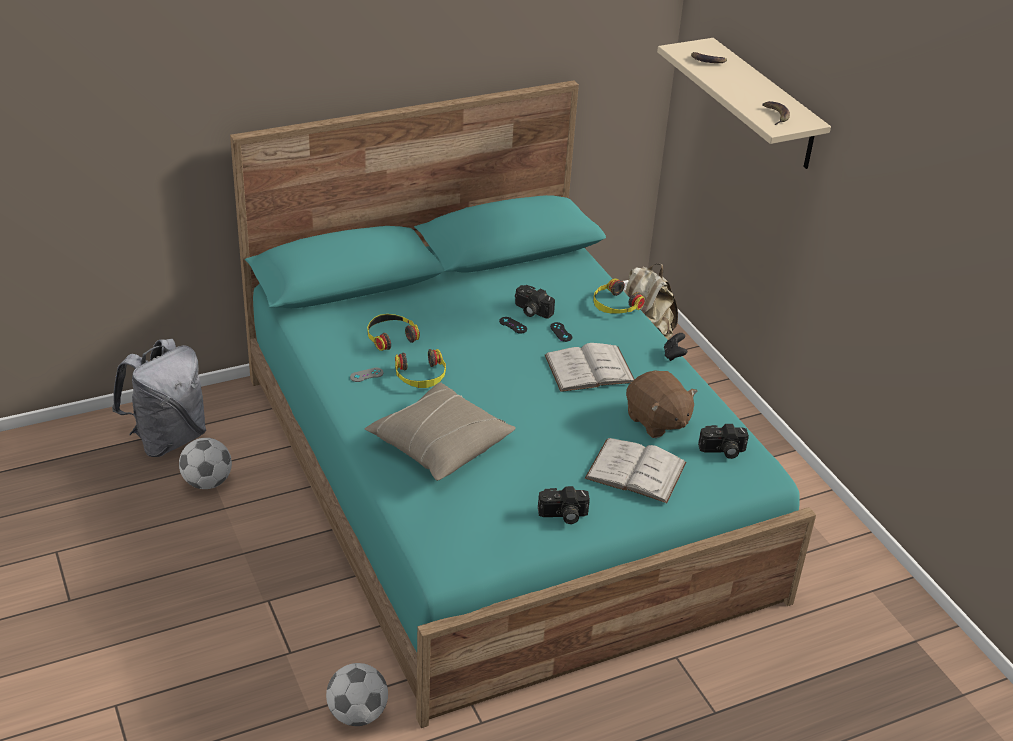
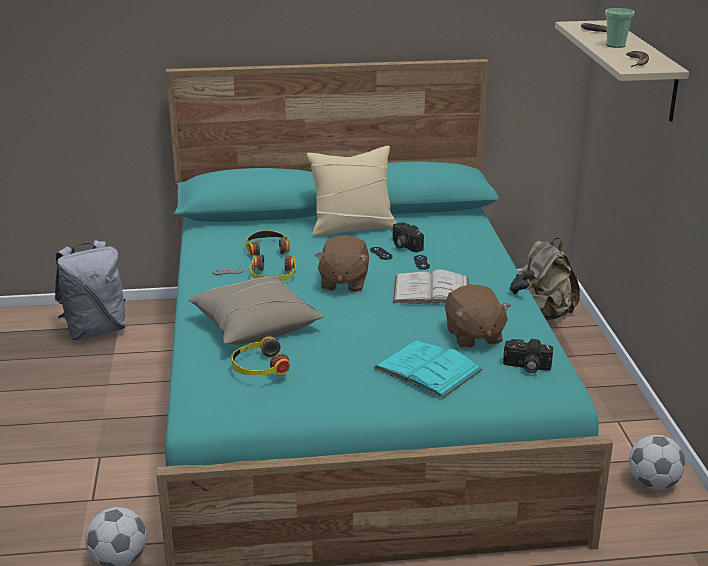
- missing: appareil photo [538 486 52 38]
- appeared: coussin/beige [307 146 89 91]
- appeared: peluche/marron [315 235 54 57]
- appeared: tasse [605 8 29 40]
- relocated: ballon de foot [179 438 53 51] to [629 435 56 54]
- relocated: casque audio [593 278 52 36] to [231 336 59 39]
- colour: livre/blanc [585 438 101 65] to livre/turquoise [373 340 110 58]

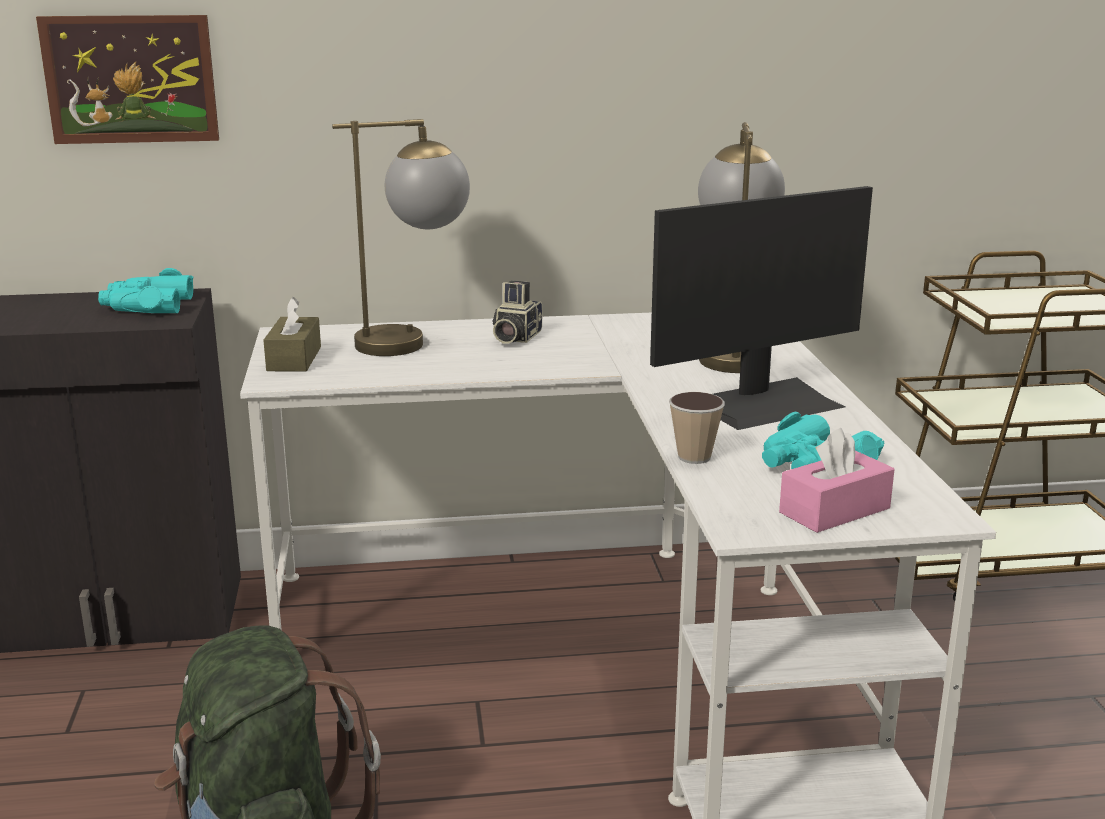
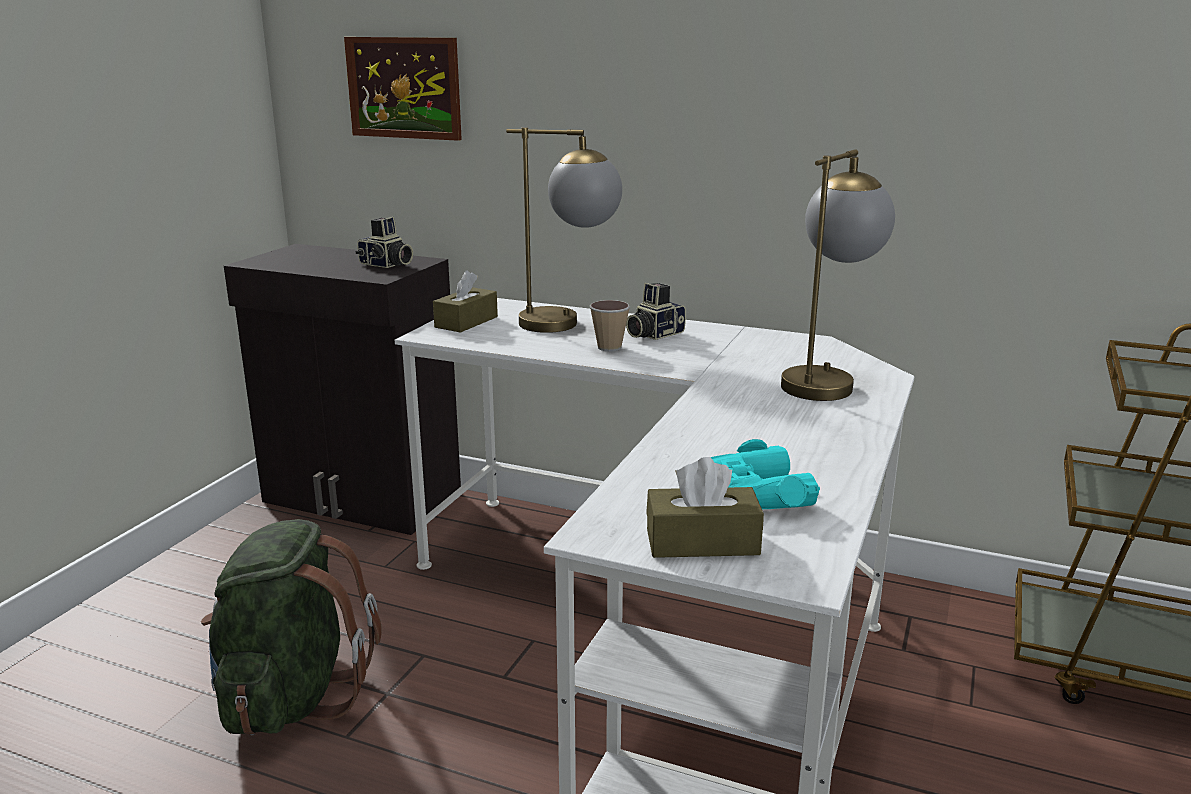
- missing: écran d'ordinateur [650 186 223 244]
- relocated: tasse [669 392 56 72] to [590 300 40 52]
- exchanged: jumelles/turquoise [98 268 96 45] to appareil photo [356 217 57 51]
- colour: boîte à mouchoirs/rose [779 428 115 105] to boîte à mouchoirs/marron [646 457 118 101]

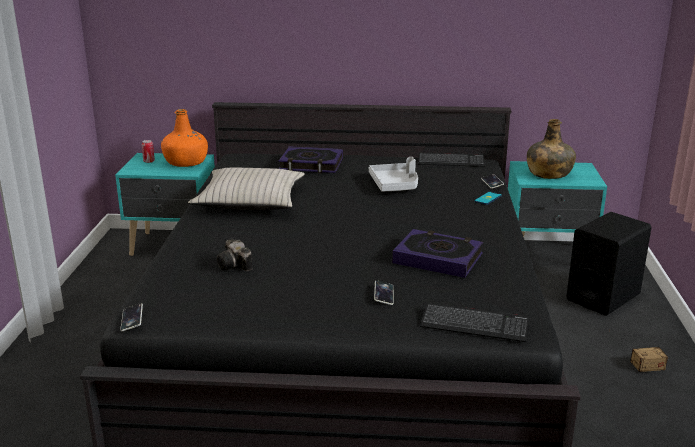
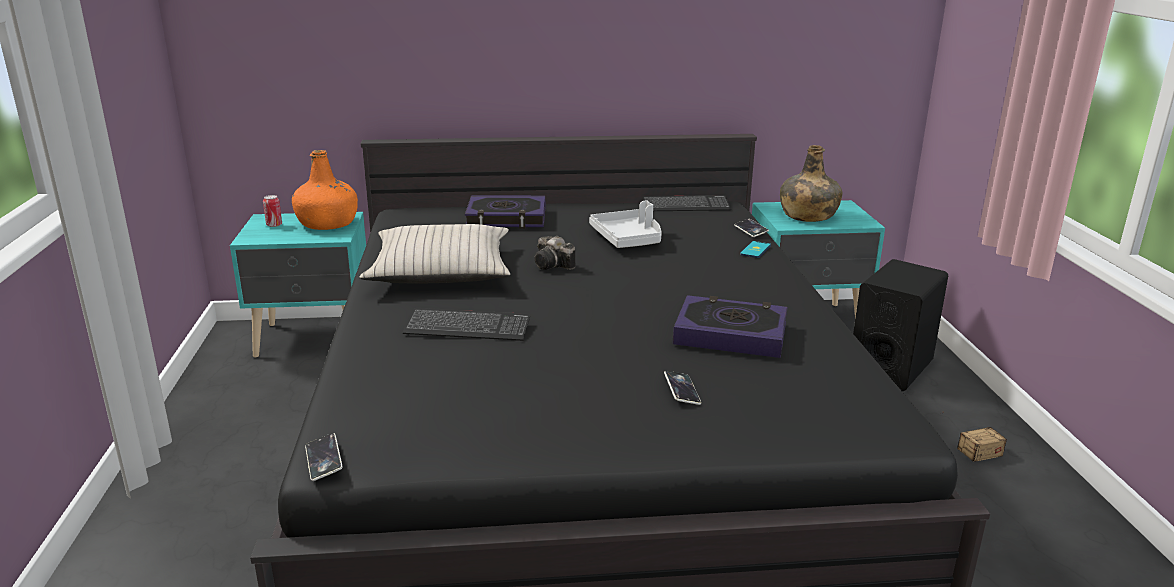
- relocated: appareil photo [217 239 36 32] to [535 236 40 34]
- relocated: clavier [420 303 109 39] to [403 308 127 33]

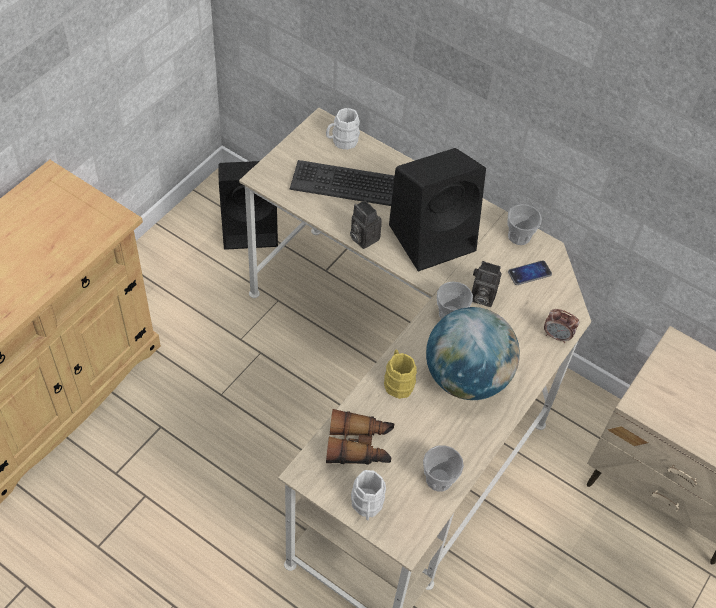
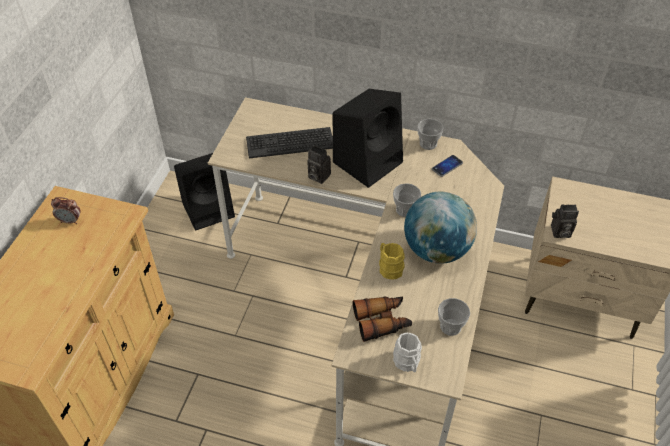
- missing: mug/blanc [326 108 34 42]
- relocated: appareil photo [472 261 30 46] to [551 205 28 33]
- relocated: réveil [544 309 35 34] to [51 197 30 27]

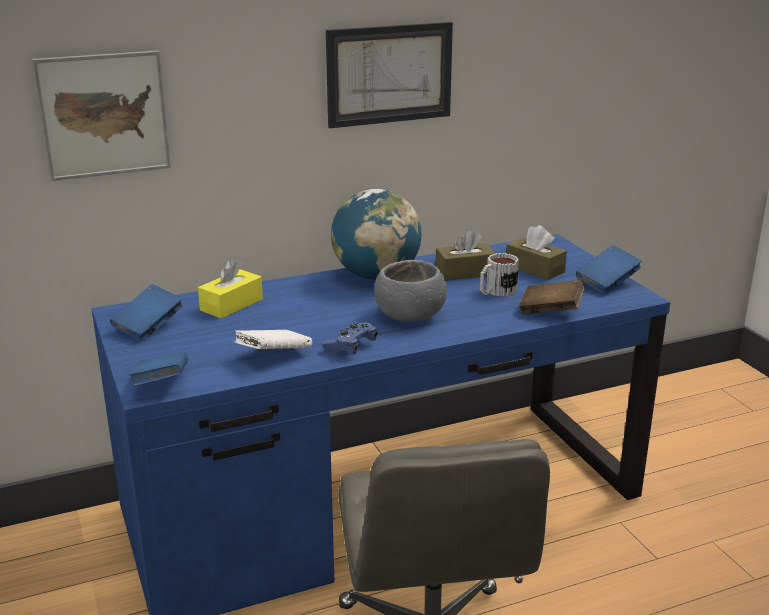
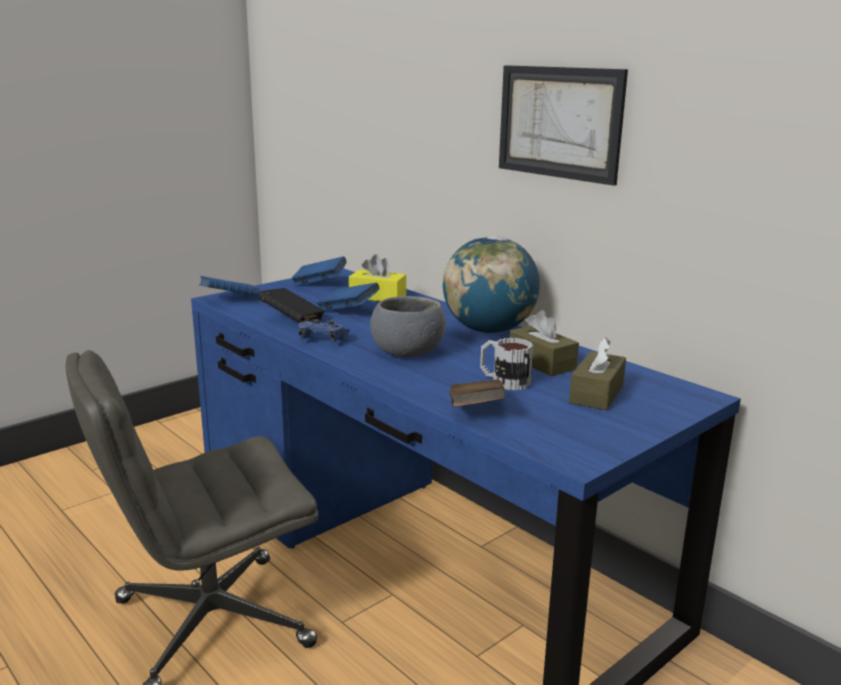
- missing: tableau [32 50 139 131]
- relocated: livre/bleu [576 245 66 49] to [316 283 64 28]
- colour: livre/blanc [234 330 78 19] to livre/noir [258 288 67 35]

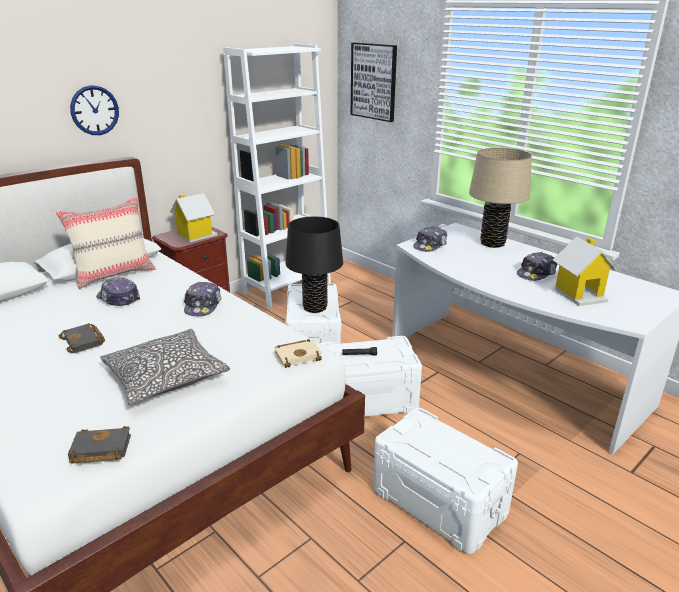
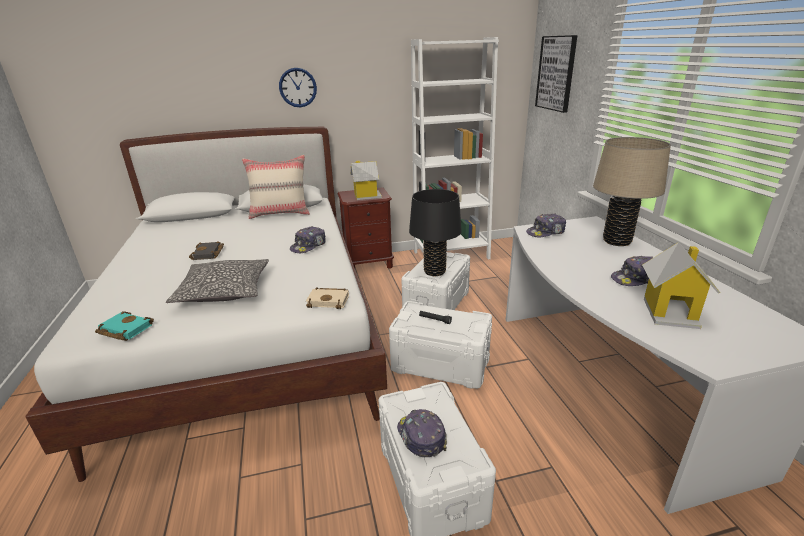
- relocated: casquette [96 277 44 29] to [397 409 50 48]
- colour: livre/noir [68 426 63 37] to livre/turquoise [95 311 59 30]

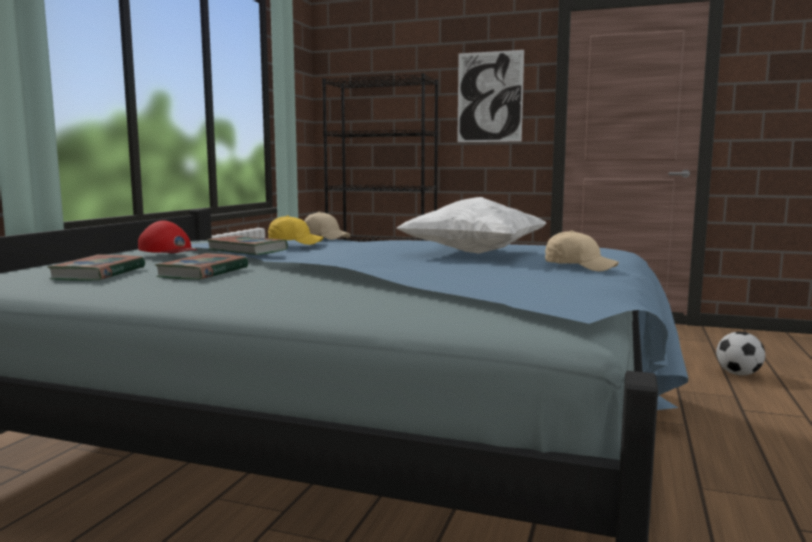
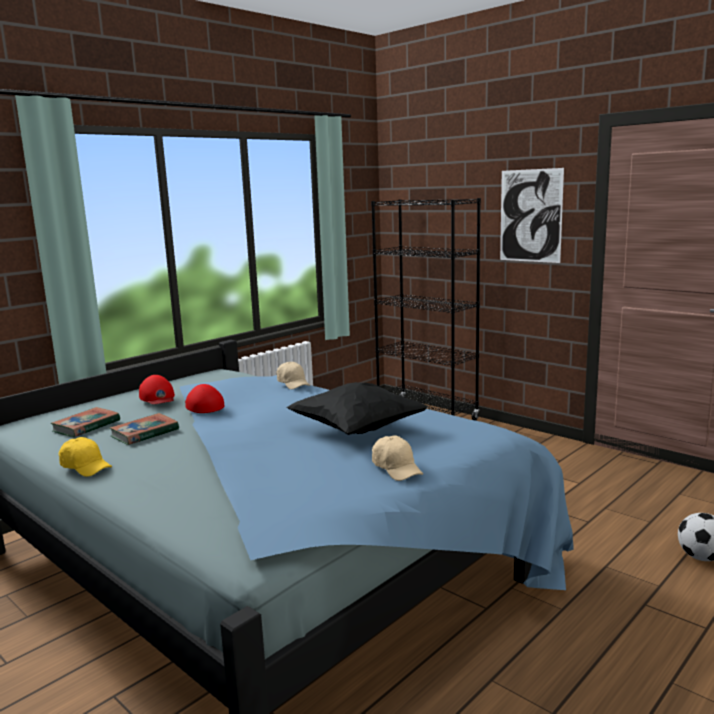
- relocated: casquette/jaune [268 216 56 29] to [59 437 53 40]
- exchanged: livre [207 236 81 19] to casquette/rouge [185 384 39 29]
- colour: coussin/blanc [397 197 149 57] to coussin/noir [286 382 142 53]

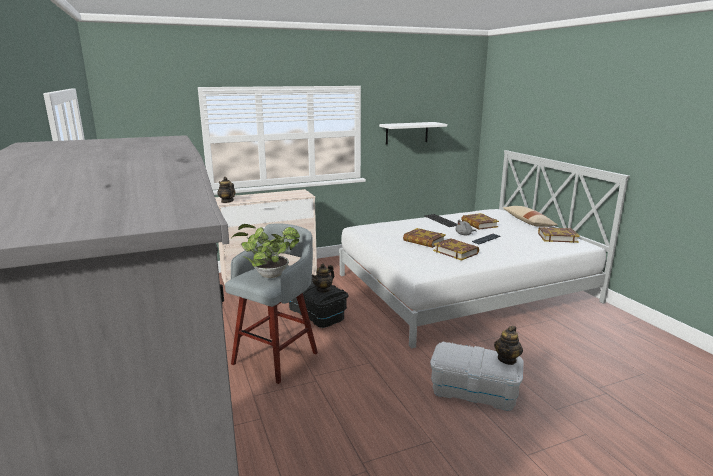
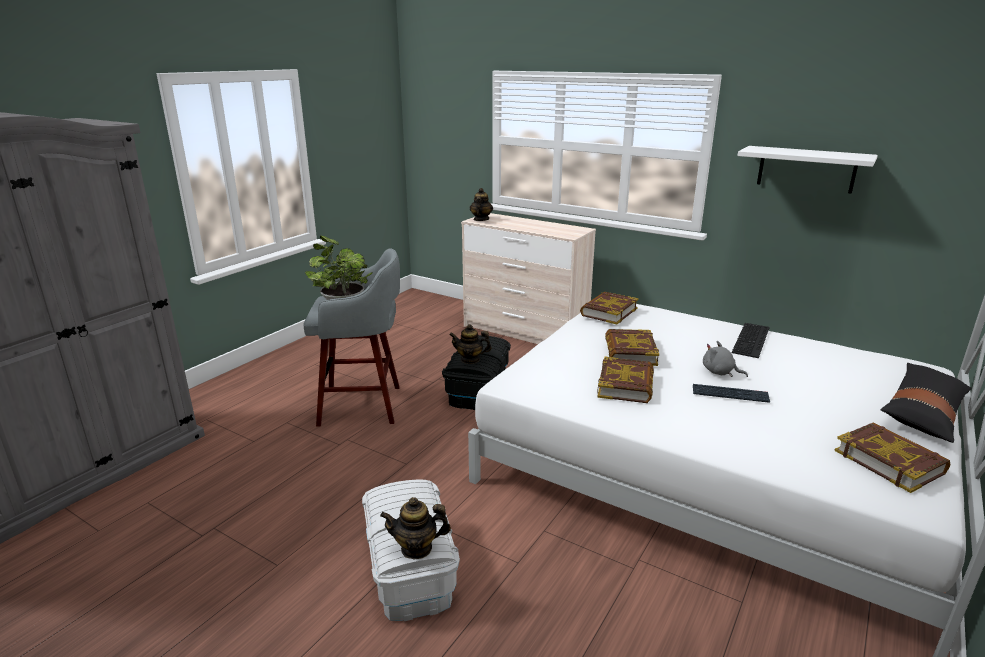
- relocated: livre [461 213 38 17] to [580 292 59 32]
- colour: coussin/beige [503 206 55 21] to coussin/noir [881 363 91 80]

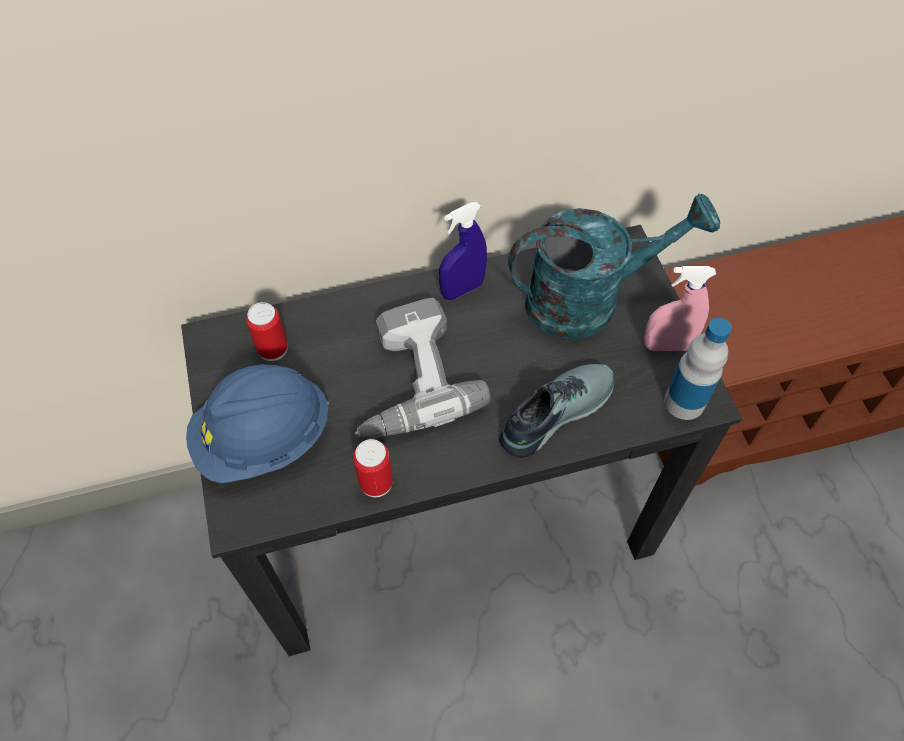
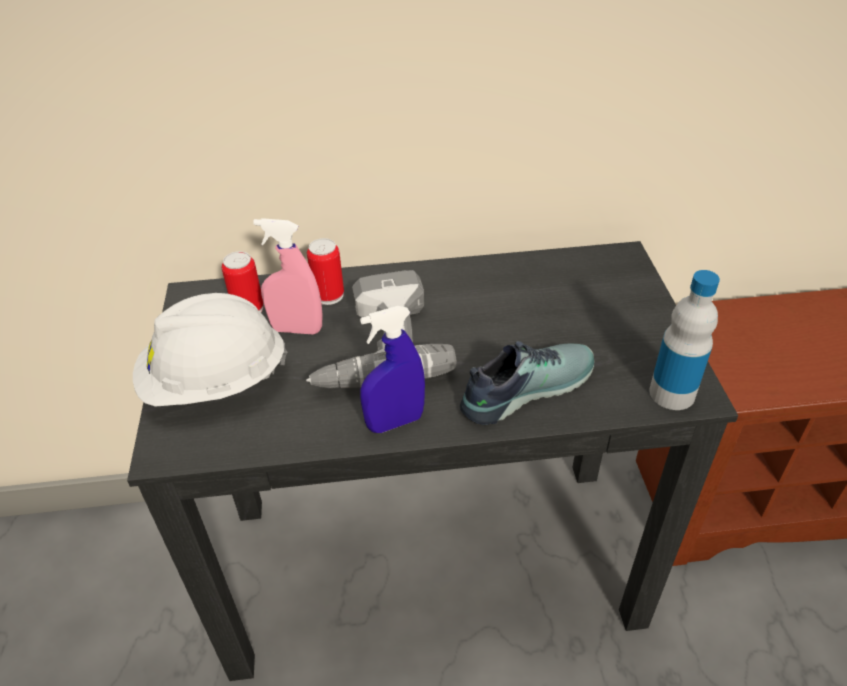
- missing: arrosoir/turquoise [508 194 212 145]
- relocated: boîte métallique [353 439 40 58] to [307 238 37 67]
- relocated: vaporisateur/bleu [439 202 48 98] to [360 306 65 127]
- relocated: vaporisateur/rose [644 266 72 85] to [253 218 70 117]
- colour: casque de chantier/bleu [186 364 143 119] to casque de chantier/blanc [133 293 154 113]

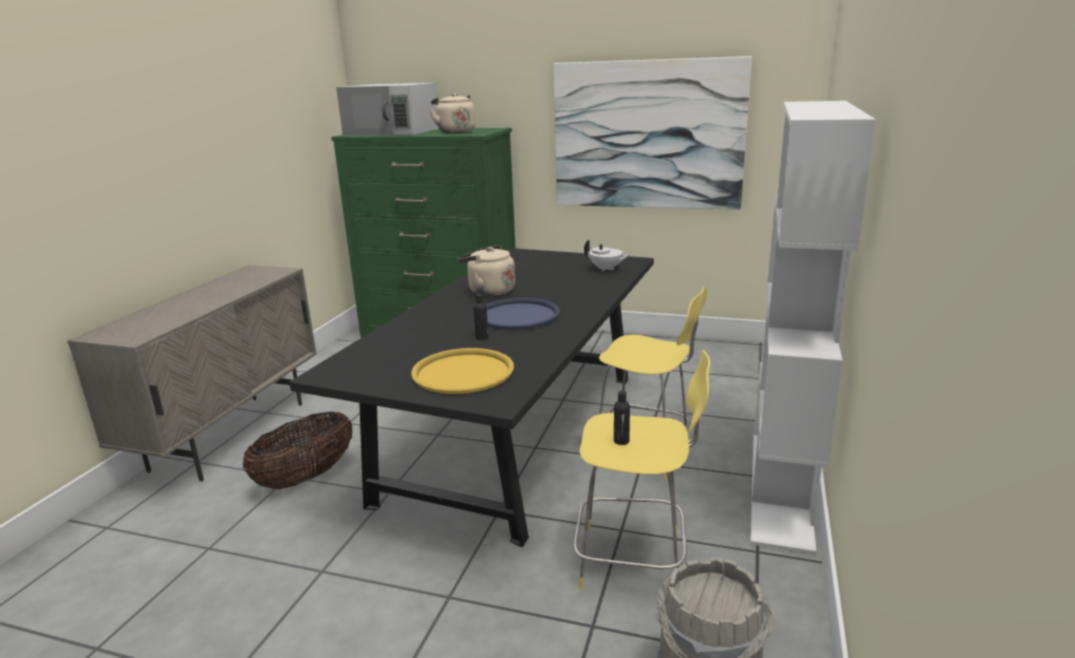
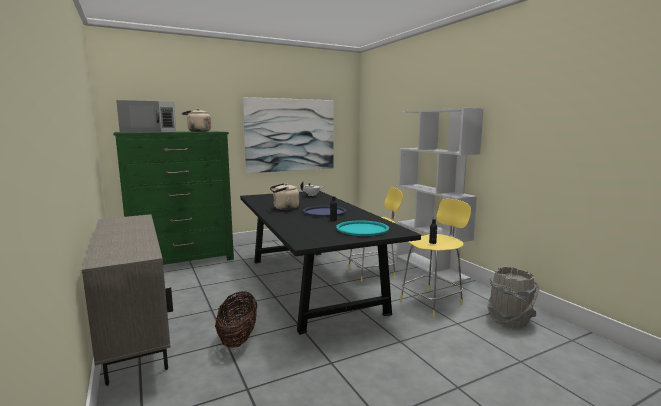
- colour: plateau/jaune [411 348 103 46] to plateau/turquoise [336 220 53 16]

